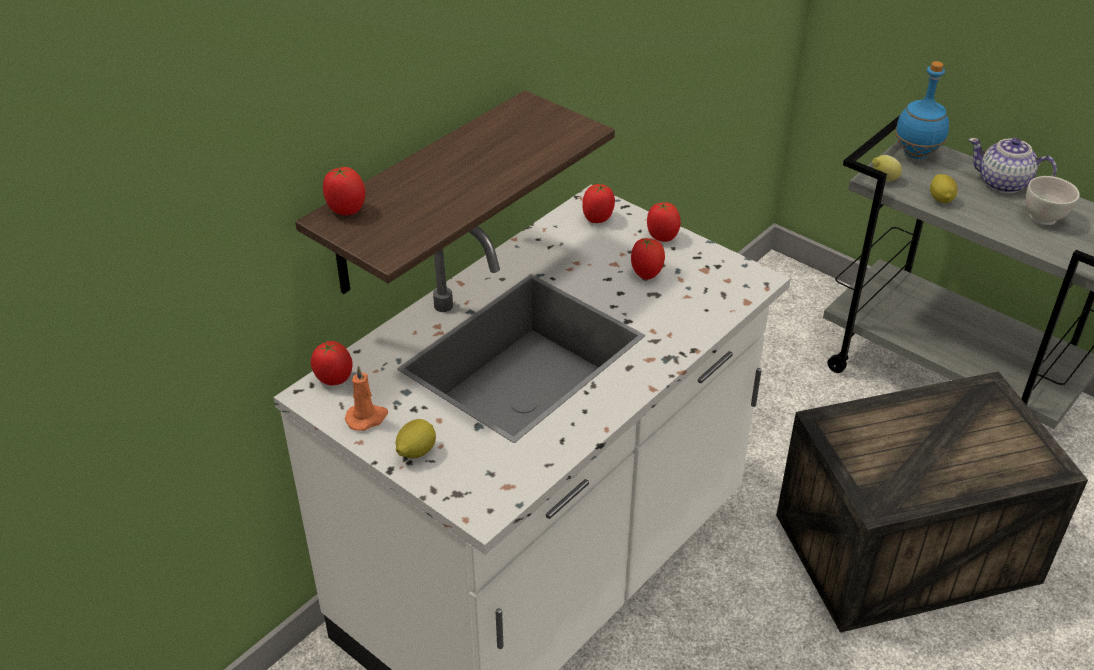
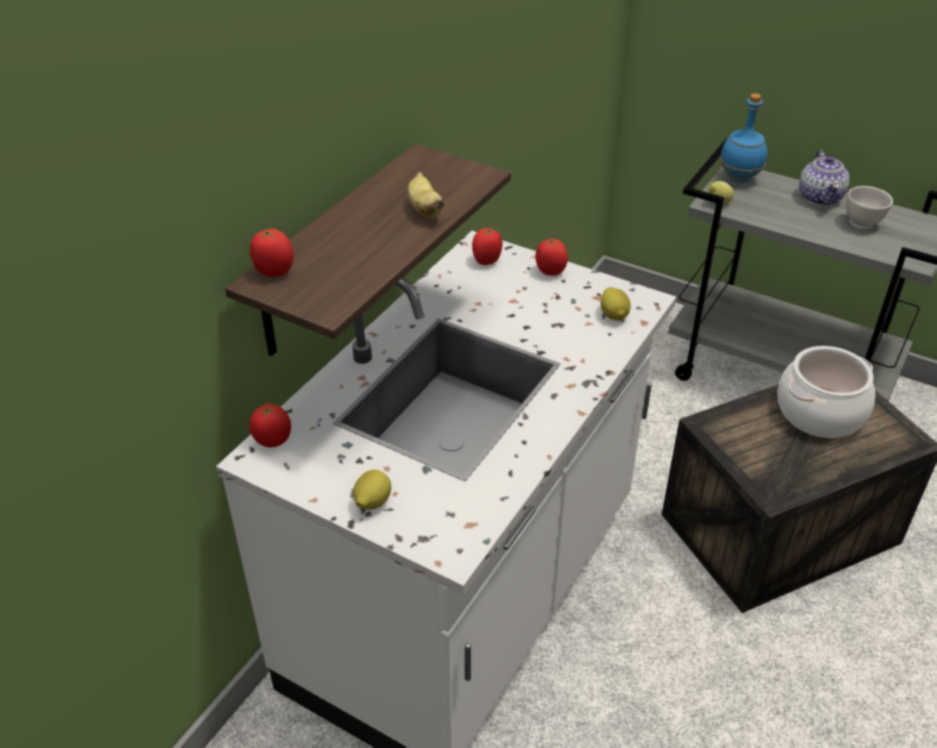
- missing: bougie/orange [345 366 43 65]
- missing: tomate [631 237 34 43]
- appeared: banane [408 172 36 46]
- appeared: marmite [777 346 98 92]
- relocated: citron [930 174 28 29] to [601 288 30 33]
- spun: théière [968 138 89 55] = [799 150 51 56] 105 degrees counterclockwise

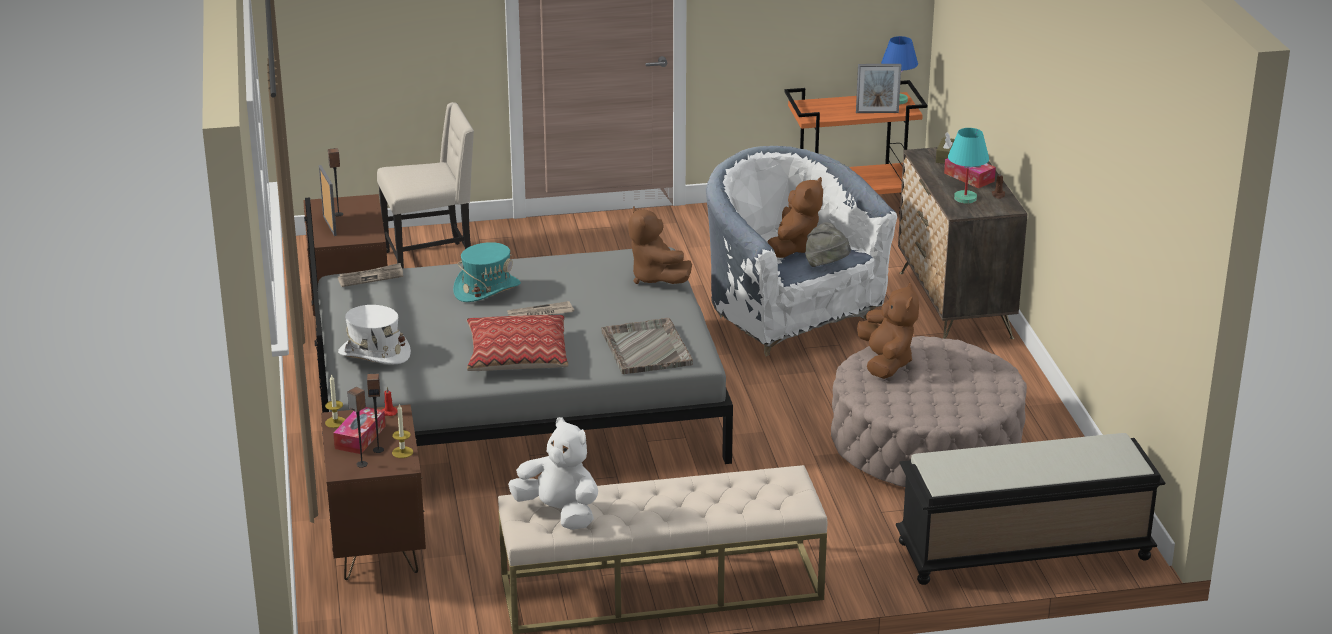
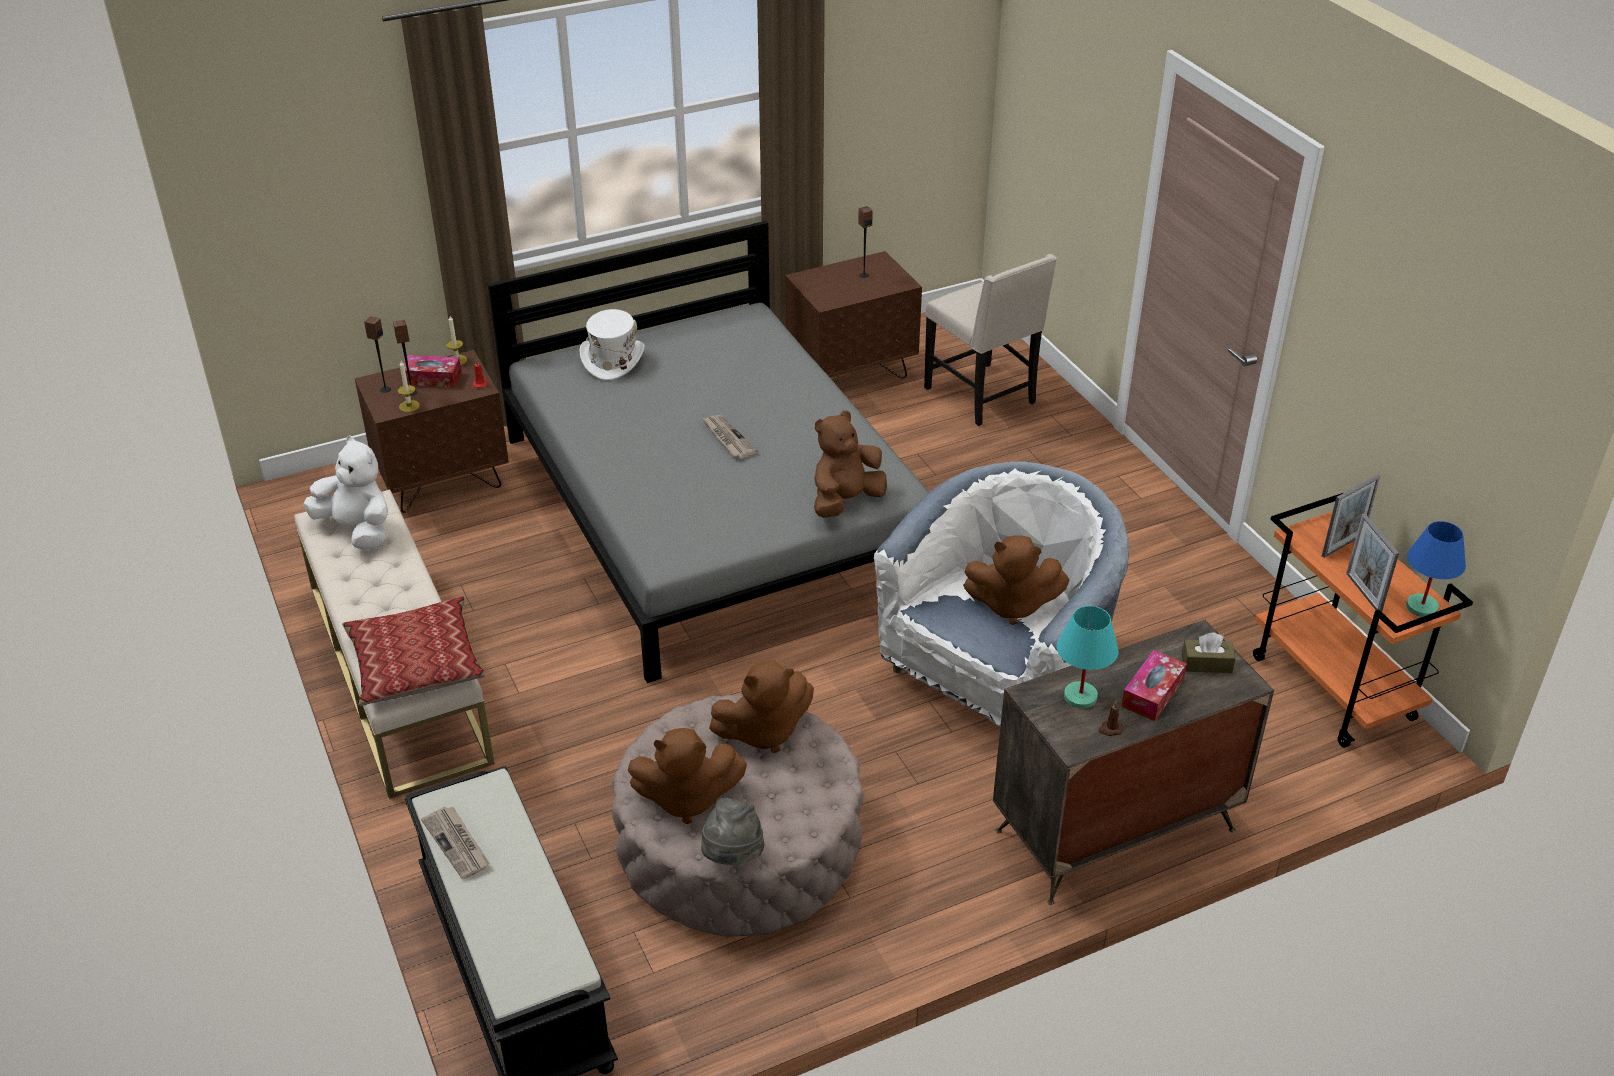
- missing: chapeau/turquoise [453 242 68 60]
- missing: plateau/gris [601 318 92 56]
- appeared: peluche/marron [627 728 120 96]
- relocated: cadre photo [319 165 18 71] to [1322 474 58 84]
- relocated: journal [338 263 65 24] to [421 807 69 72]
- relocated: coussin [466 315 102 56] to [342 596 143 110]
- relocated: chapeau/gris [805 222 46 45] to [701 798 63 67]
- spun: peluche/blanc [508 417 90 113] = [303 435 85 115] 75 degrees counterclockwise

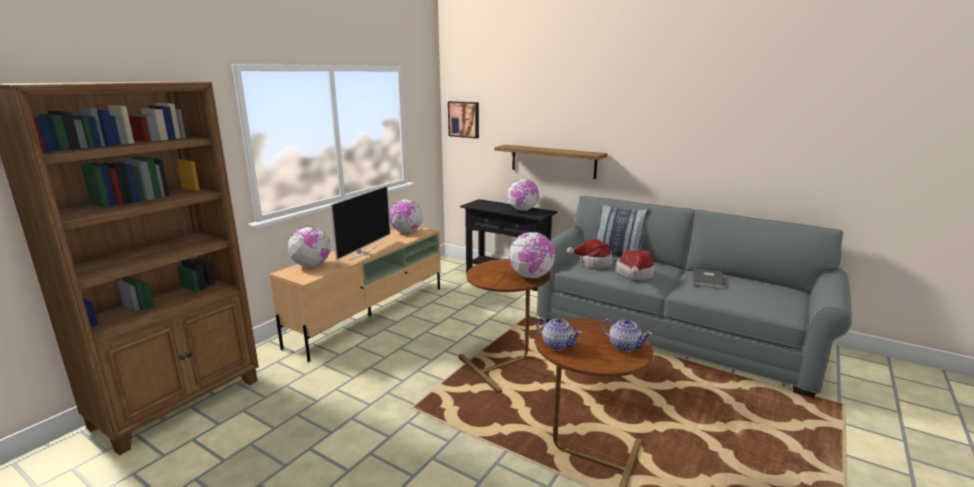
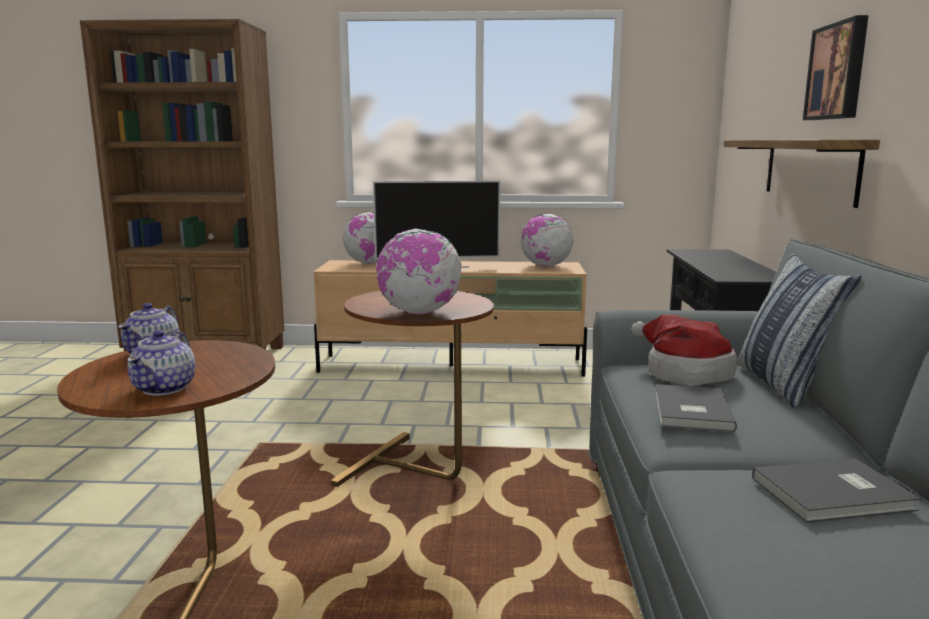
- missing: globe [507 179 32 32]
- relocated: tableau [448 101 31 37] to [803 15 66 105]
- exchanged: chapeau [616 250 39 30] to livre/gris [655 384 82 48]

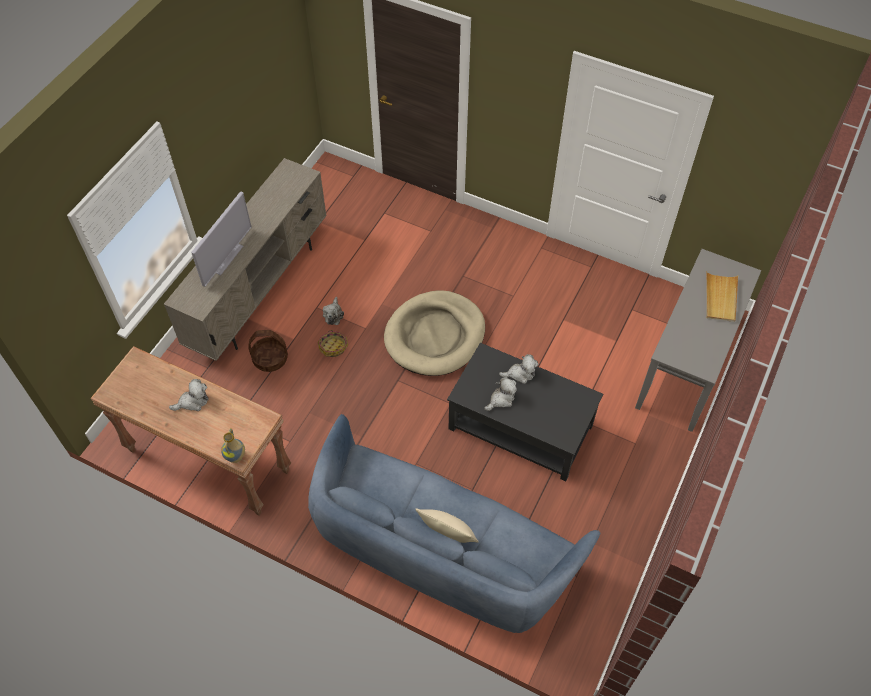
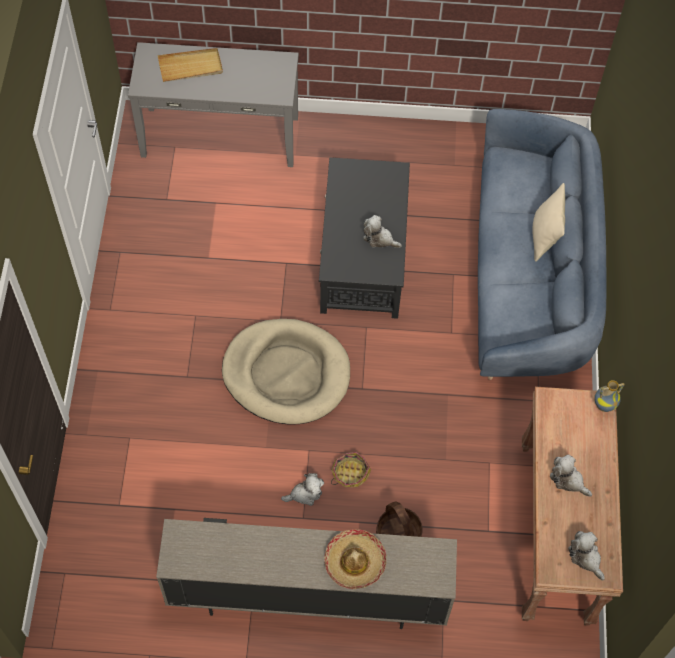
- relocated: peluche [499 354 40 30] to [568 531 37 50]
- exchanged: téléviseur [191 192 60 95] to chapeau [324 529 62 60]

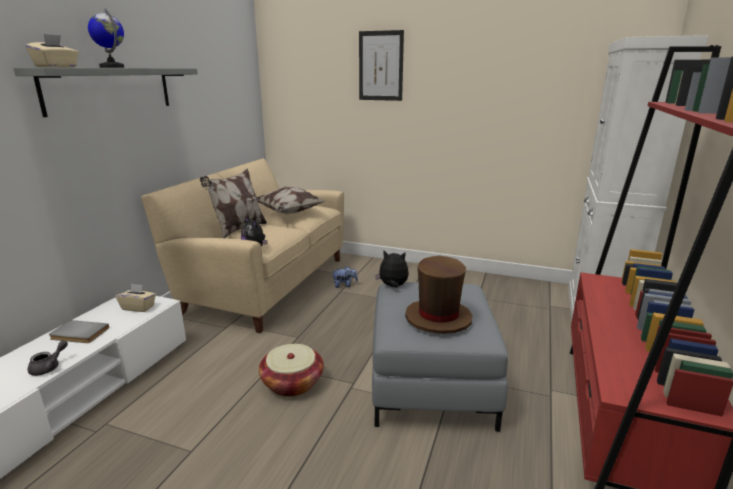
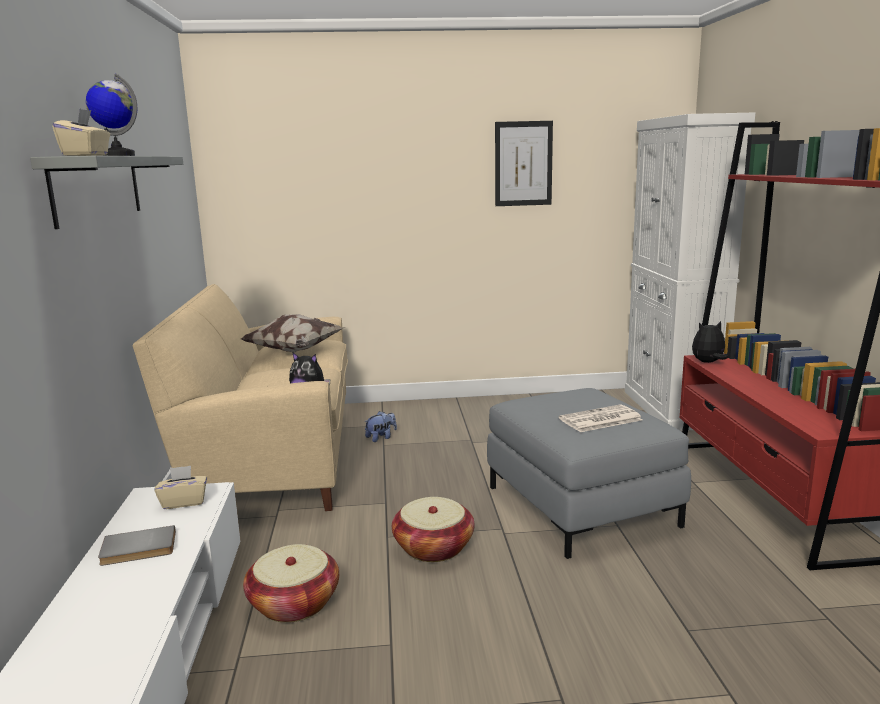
- missing: théière/gris [28 340 40 36]
- missing: coussin [200 169 67 69]
- appeared: panier [243 544 96 79]
- relocated: tableau [359 30 45 71] to [495 121 58 85]
- relocated: peluche [375 251 34 37] to [692 321 37 42]
- exchanged: chapeau/marron [405 256 68 78] to journal [559 404 84 28]

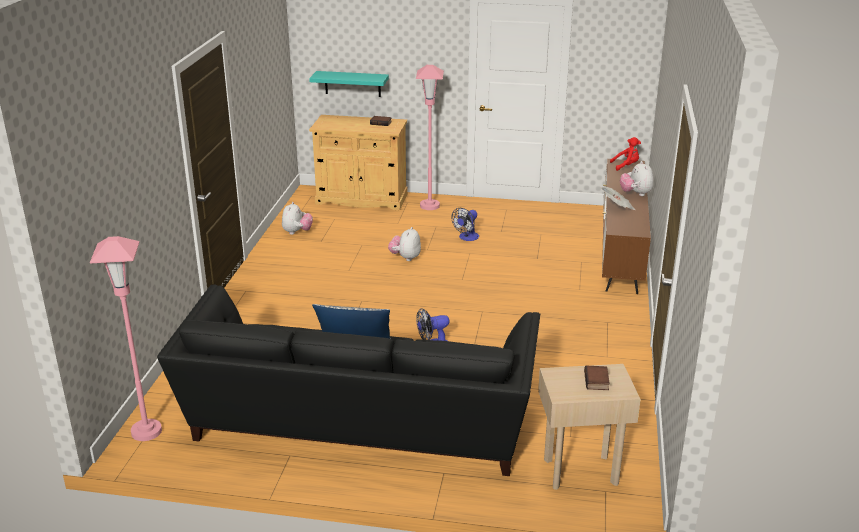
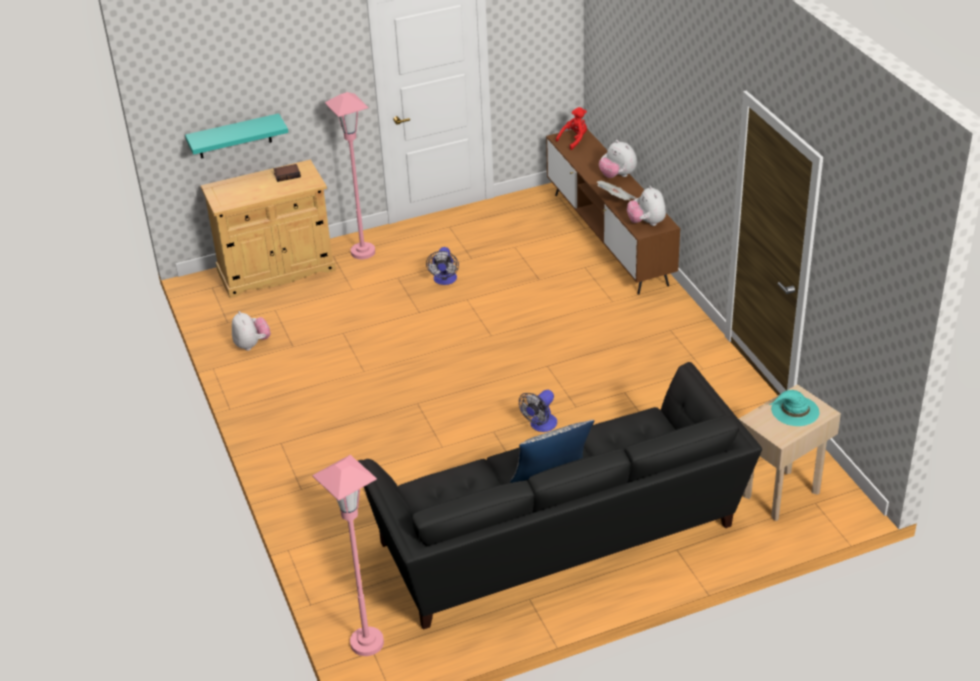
- relocated: peluche [388 227 33 34] to [627 186 39 40]
- exchanged: livre [584 366 26 24] to chapeau/turquoise [769 390 51 36]

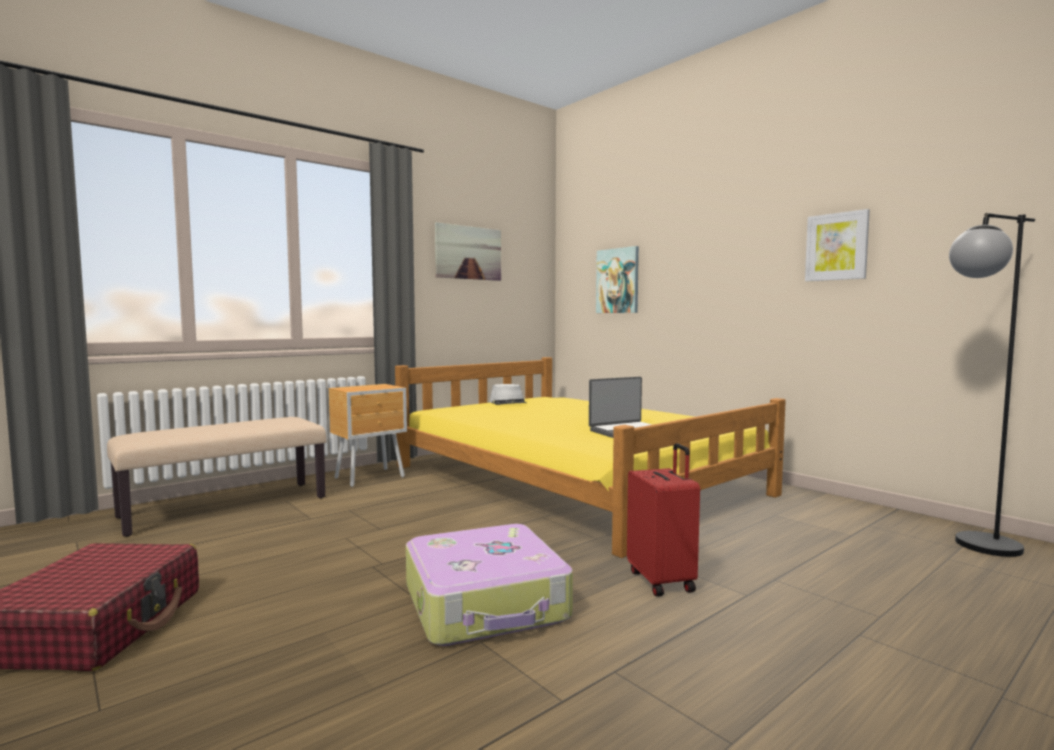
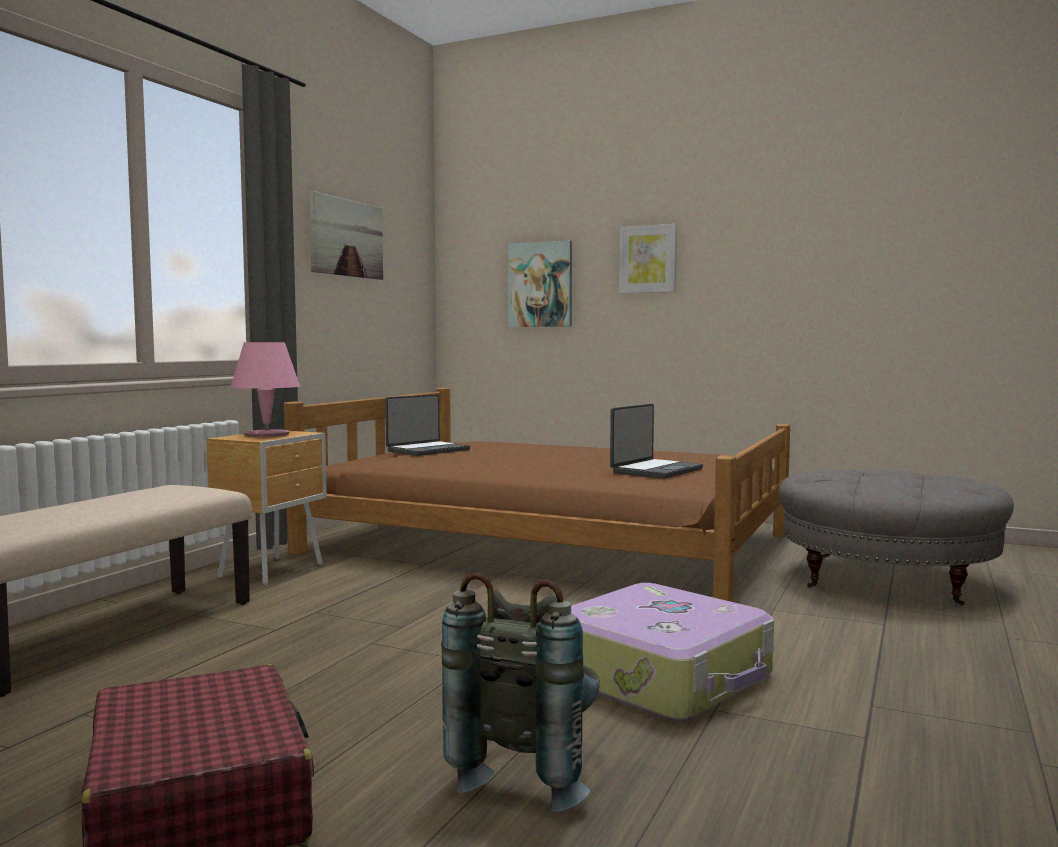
- missing: valise/rouge [627 443 73 153]
- missing: lampadaire/noir [949 213 86 344]
- appeared: lampe de table/rose [231 342 69 95]
- appeared: sac à dos/gris [441 572 159 240]
- appeared: pouf/gris [779 469 235 137]
- relocated: tableau [805 209 65 72] to [619 224 58 69]
- exchanged: chapeau/gris [490 384 37 21] to ordinateur portable [385 394 85 62]
- colour: lit/jaune [395 357 391 201] to lit/marron [284 388 506 214]

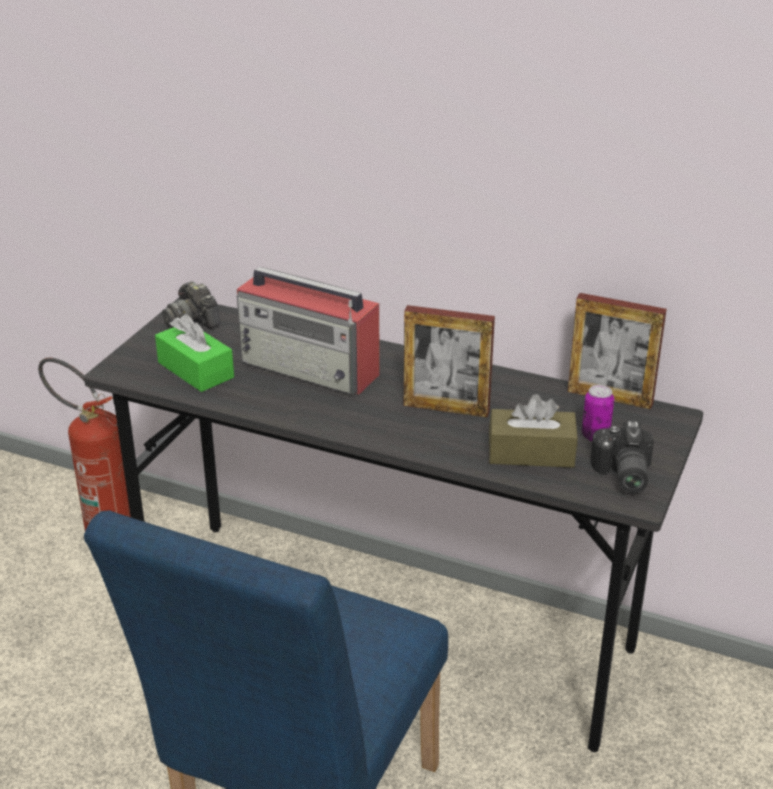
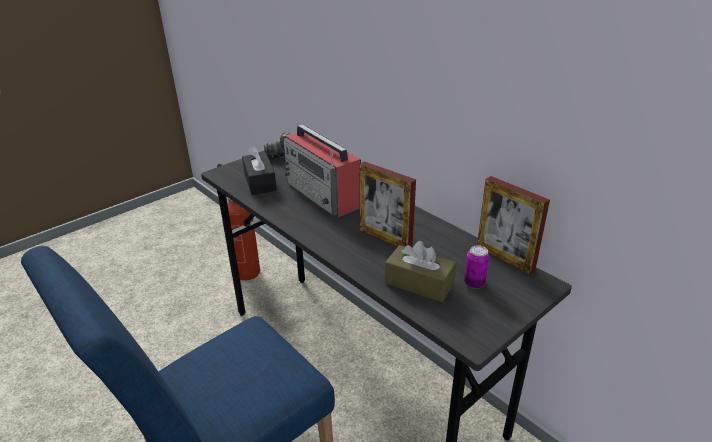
- missing: appareil photo [590 421 64 72]
- colour: boîte à mouchoirs/vert [155 314 79 78] to boîte à mouchoirs/noir [242 146 35 49]

